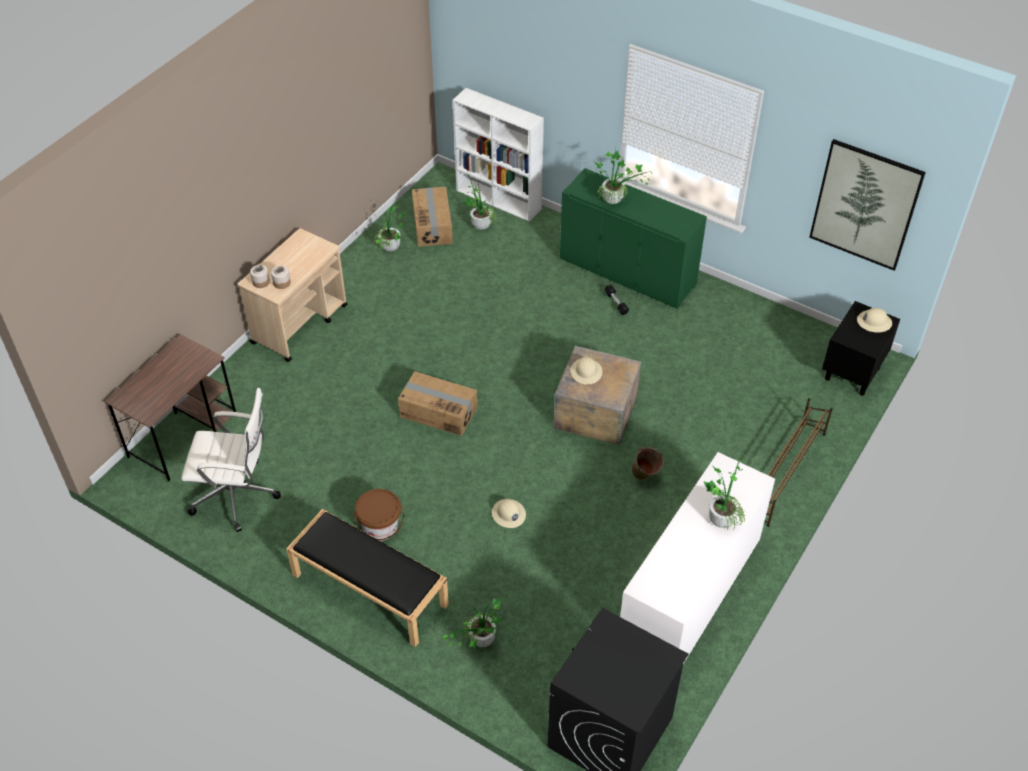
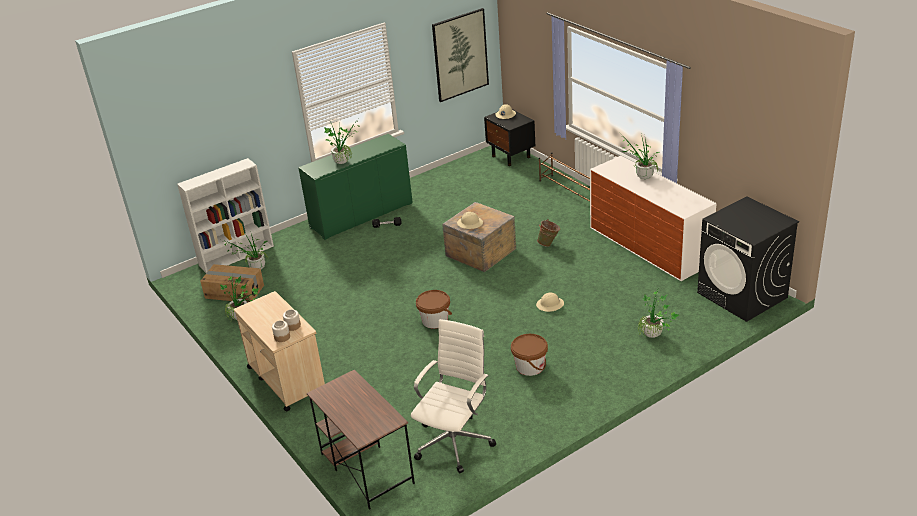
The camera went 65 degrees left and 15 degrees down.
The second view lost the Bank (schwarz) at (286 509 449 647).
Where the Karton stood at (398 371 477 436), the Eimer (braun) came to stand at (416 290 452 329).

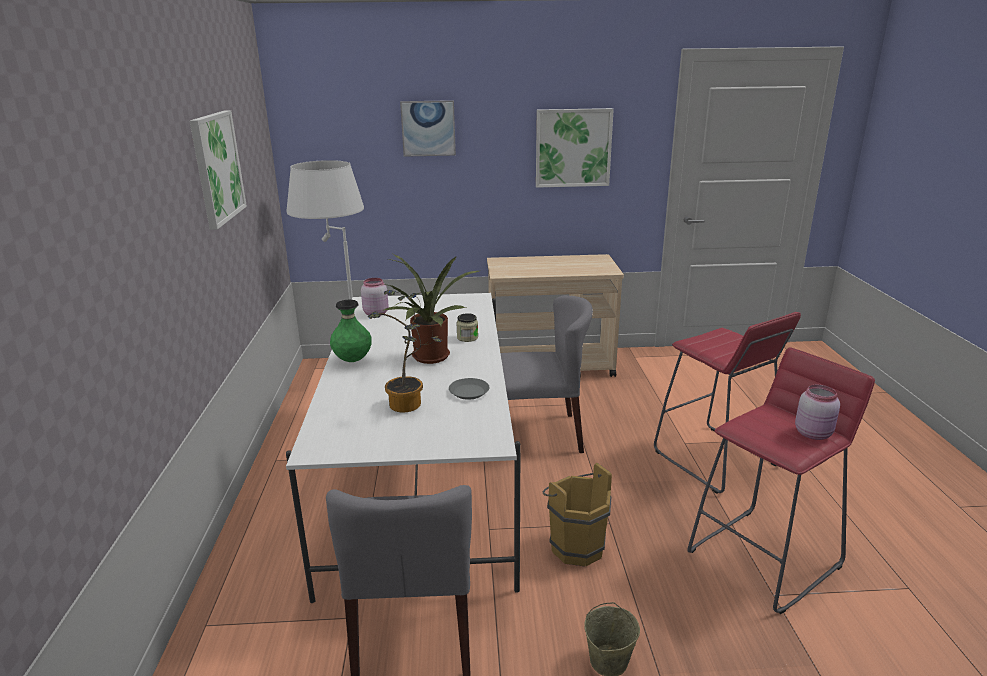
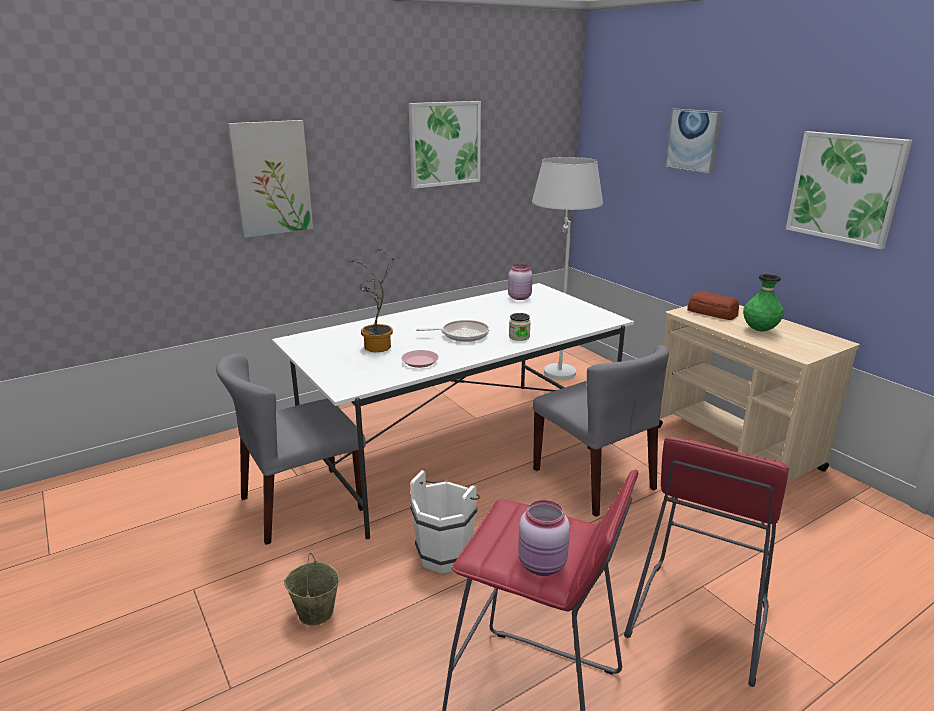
The camera went 60 degrees right and 0 degrees up.
The second view gained the Bild at (227 120 313 238).
The second view gained the Brot at (687 291 739 320).
The Vase (grün) ended up elsewhere, having gone from (330 300 371 362) to (743 274 784 331).
Where the Topfpflanze stood at (382 254 479 364), the Pfanne came to stand at (416 320 489 342).
What was the Teller (grau) at (449 378 489 400) turned into the Teller (rosa) at (401 350 439 368).
What was the Eimer (braun) at (543 463 612 566) turned into the Eimer (weiß) at (410 470 480 574).

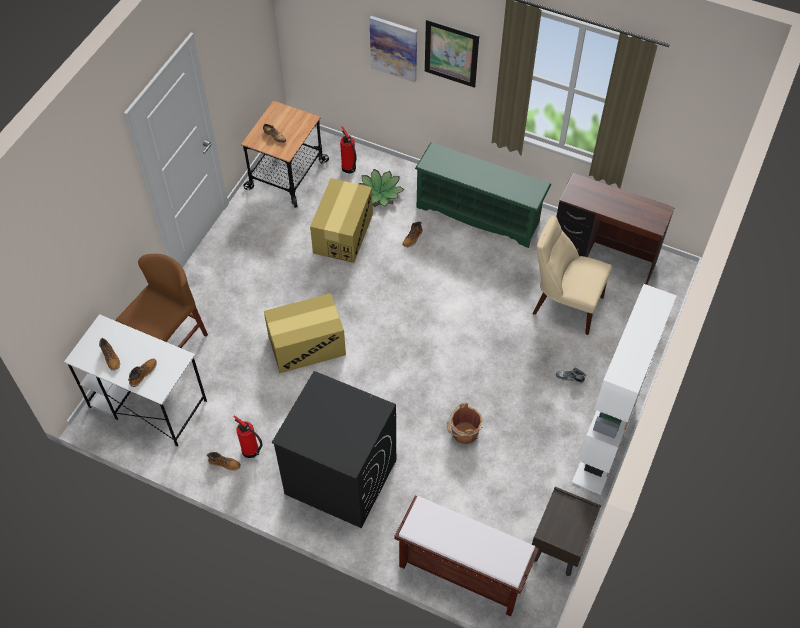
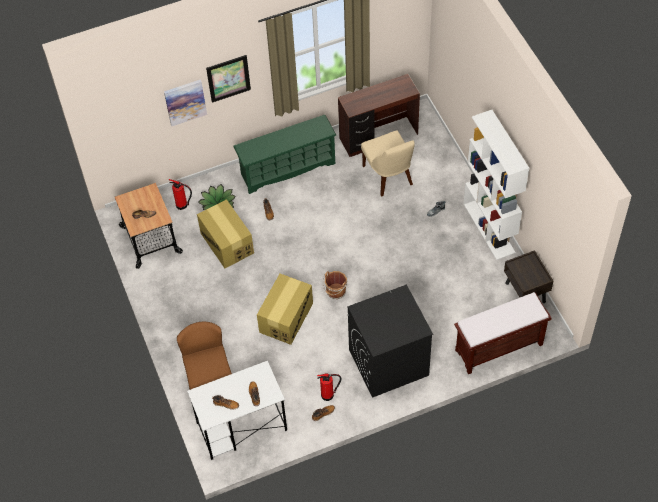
The camera went 45 degrees left and 0 degrees up.
The Eimer (braun) ended up elsewhere, having gone from (447 403 482 445) to (323 271 347 299).
The Stuhl (beige) at (532 216 612 335) ended up facing another way, 90 degrees counterclockwise from before.

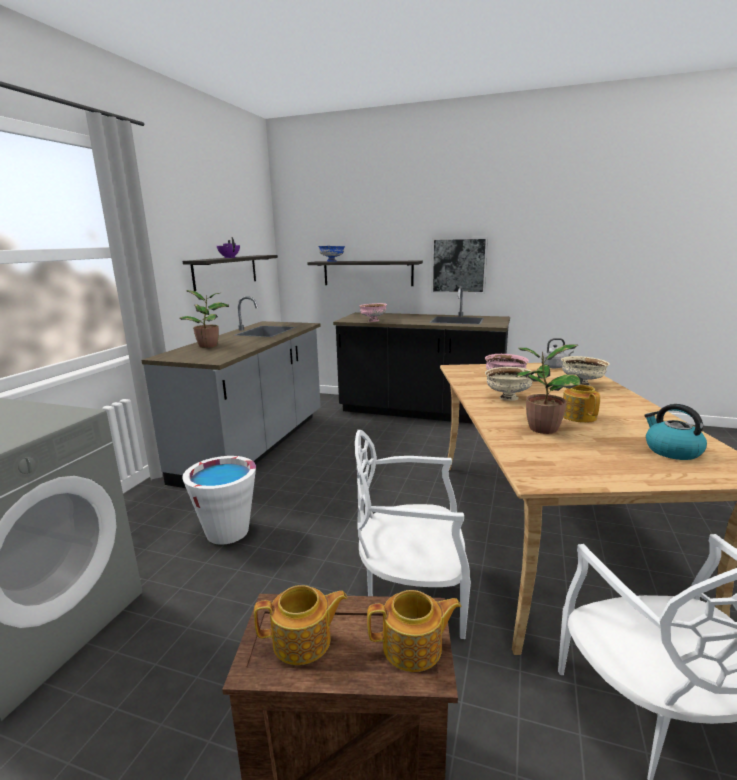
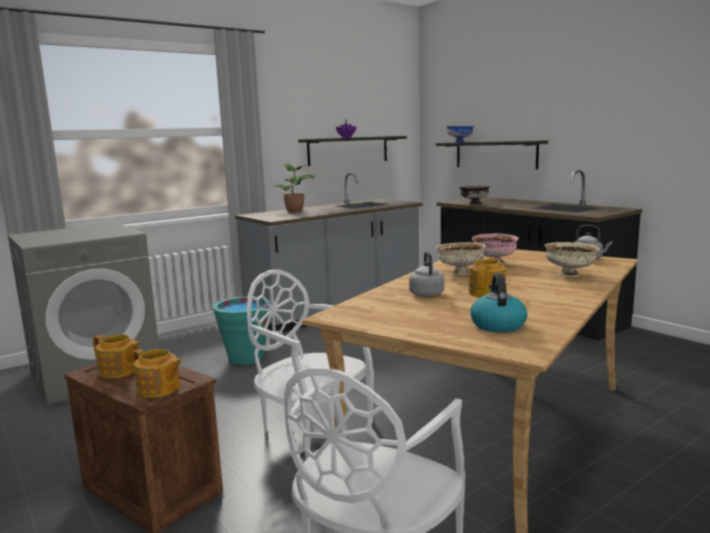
The camera went 35 degrees right and 5 degrees down.
The second view lost the Bild at (431 237 488 294).
Where the Topfpflanze stood at (515 344 584 434), the Wasserkessel (grau) came to stand at (409 251 444 297).
What was the Eimer (weiß) at (182 456 256 545) turned into the Eimer (türkis) at (212 296 271 365).
What was the Schüssel (rosa) at (359 303 387 322) turned into the Schüssel (schwarz) at (459 186 490 204).

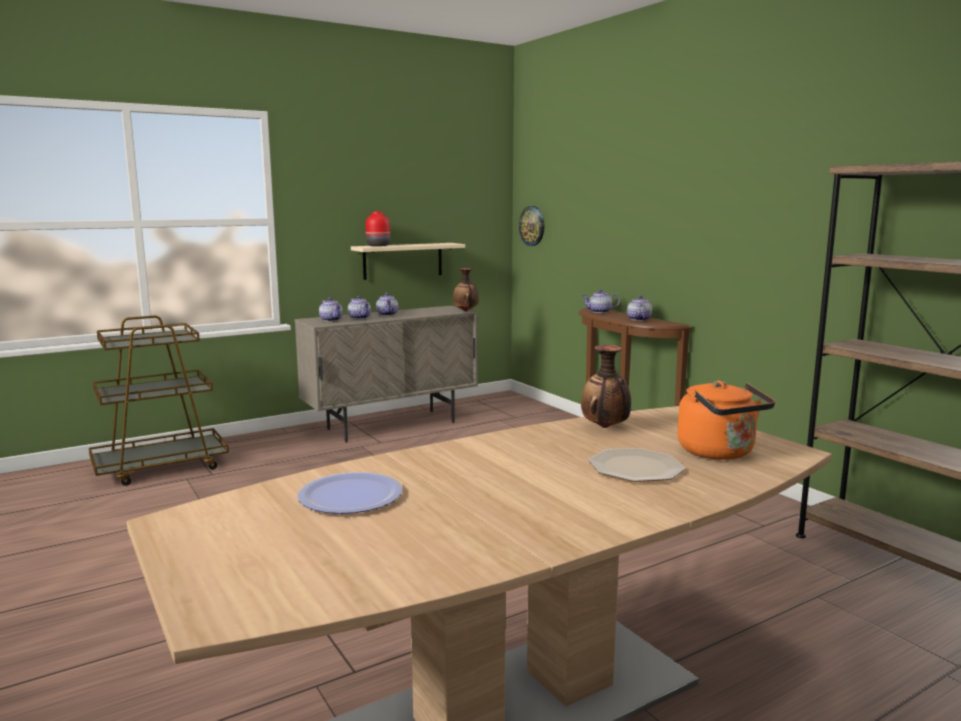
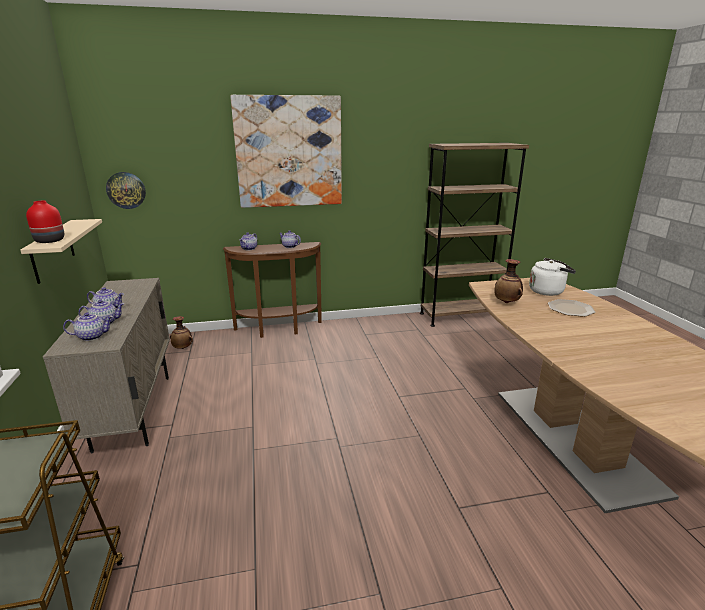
The camera went 70 degrees left and 10 degrees up.
The second view lost the Teller at (297 472 402 514).
The second view gained the Bild at (230 95 342 208).
The Vase ended up elsewhere, having gone from (453 268 479 311) to (170 316 193 349).
What was the Wasserkessel (orange) at (677 381 775 460) turned into the Wasserkessel (weiß) at (529 258 576 296).

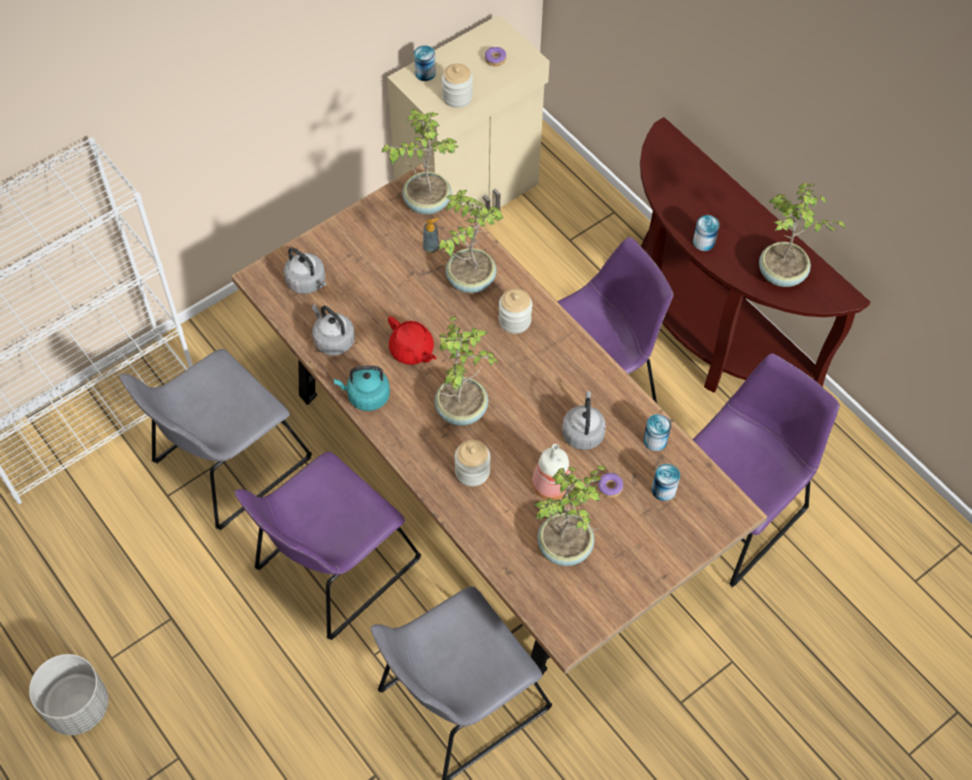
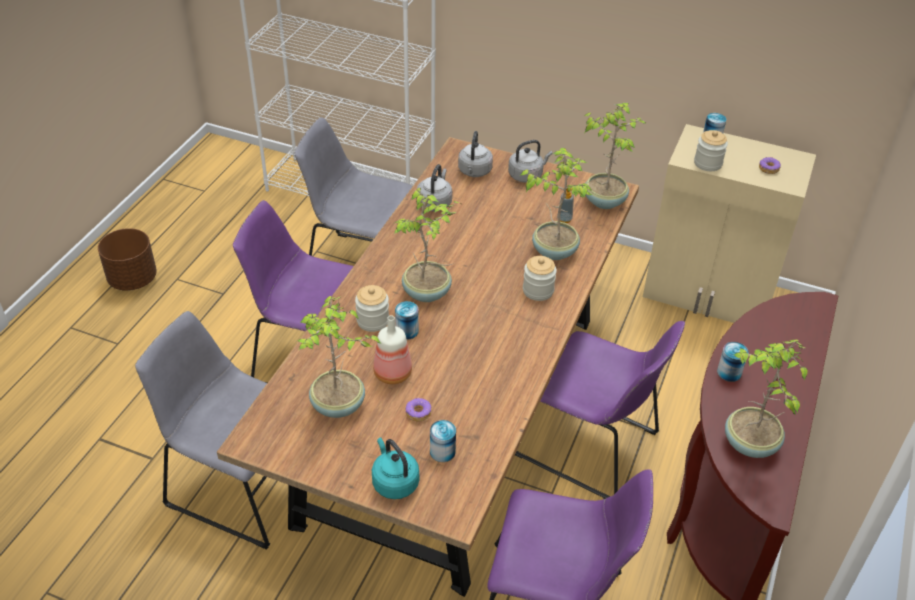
The camera went 60 degrees right and 15 degrees down.
The second view lost the Teekanne (rot) at (388 316 437 365).
The Wasserkessel (türkis) ended up elsewhere, having gone from (334 366 390 411) to (372 437 419 499).
The Wasserkessel (grau) ended up elsewhere, having gone from (562 391 606 450) to (508 140 553 183).
The Dose ended up elsewhere, having gone from (643 414 671 451) to (395 301 419 340).
What was the Pflanzkübel (grau) at (29 654 108 735) turned into the Pflanzkübel (braun) at (98 228 157 291).

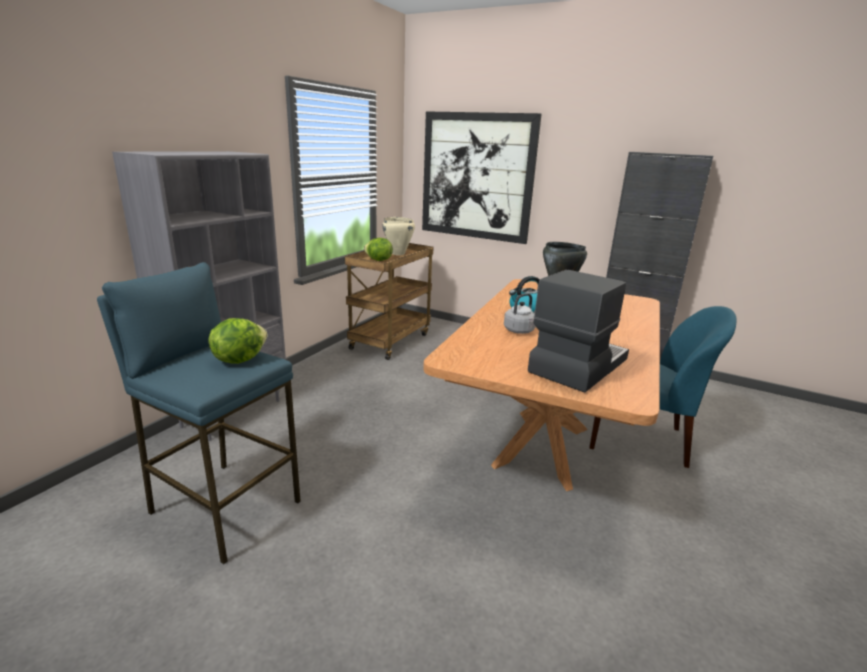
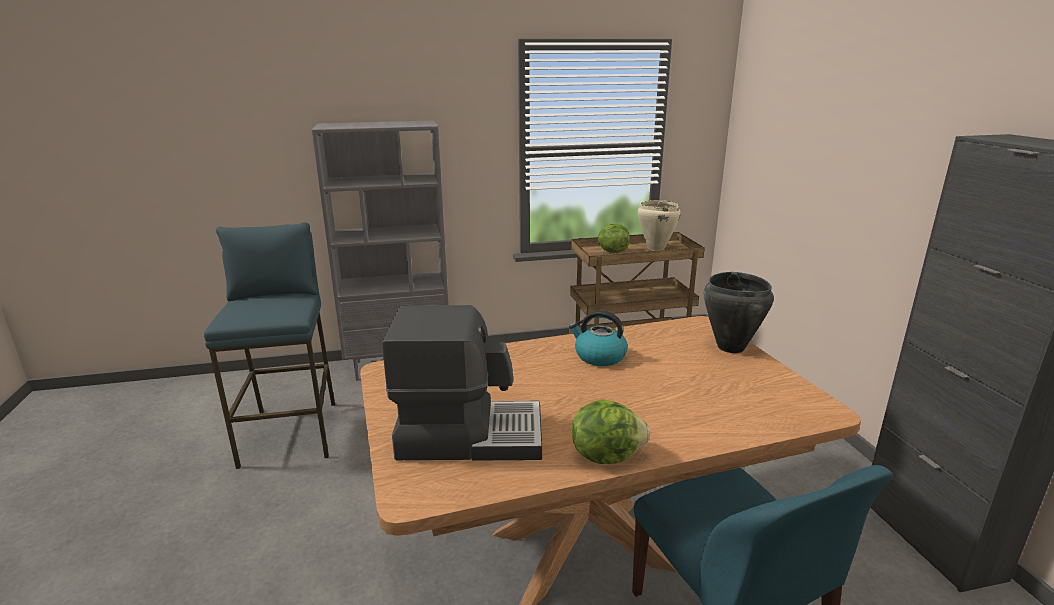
The camera went 50 degrees right and 0 degrees up.
The second view lost the Bild at (422 111 542 244).
The second view lost the Wasserkessel (grau) at (504 293 536 334).
The Salatkopf ended up elsewhere, having gone from (208 318 268 364) to (572 399 650 464).

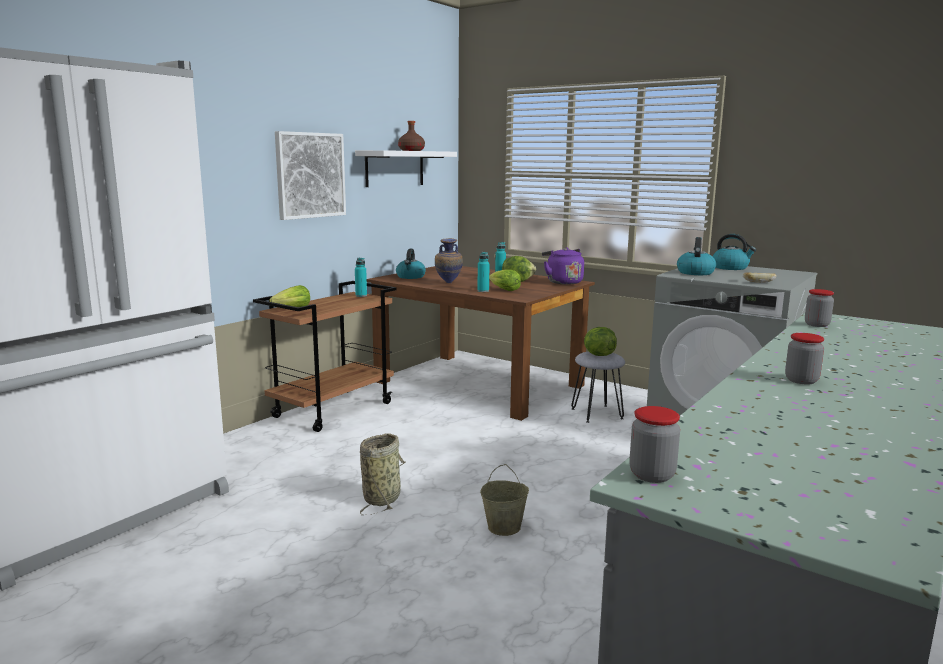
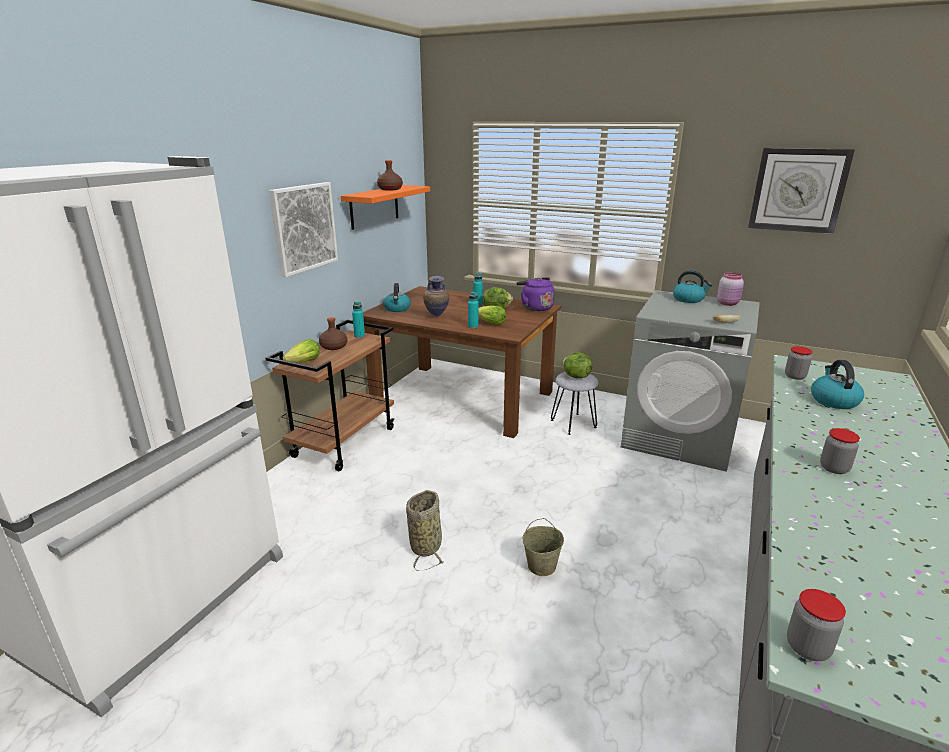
The camera went 10 degrees left and 10 degrees up.
The second view gained the Flasche (braun) at (319 317 348 350).
The second view gained the Vorratsglas (rosa) at (717 272 744 306).
The second view gained the Wanduhr at (748 148 855 234).
The Wasserkessel ended up elsewhere, having gone from (677 237 716 275) to (811 360 864 409).
What was the Wandregal (weiß) at (355 150 457 187) turned into the Wandregal (orange) at (341 185 430 230).

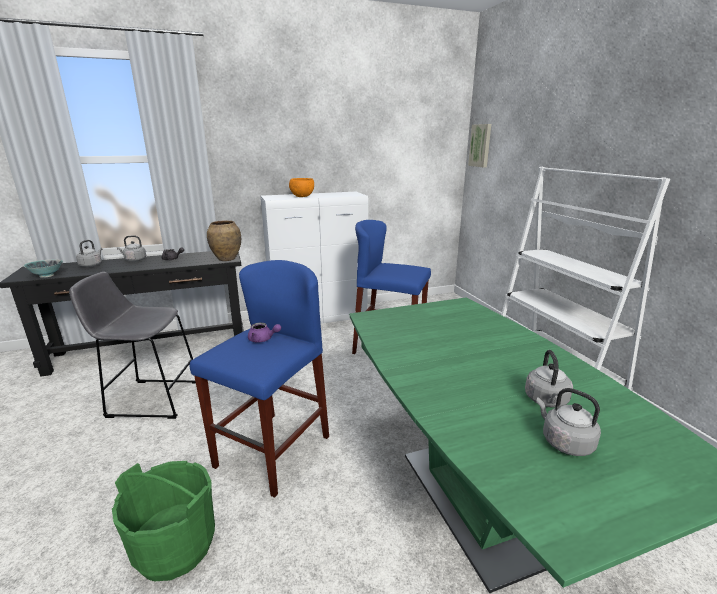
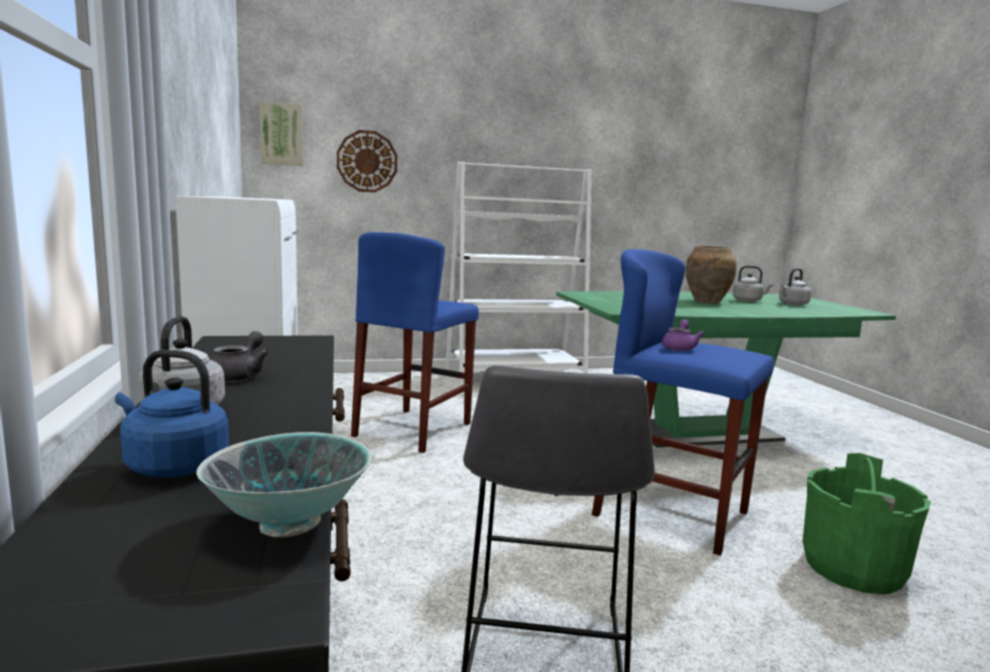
The camera went 85 degrees left and 10 degrees down.
The second view lost the Schüssel (orange) at (289 178 314 197).
The second view gained the Wanduhr at (337 130 397 192).
The Vase (braun) ended up elsewhere, having gone from (207 220 241 261) to (686 246 737 304).
What was the Wasserkessel (grau) at (76 240 102 267) turned into the Wasserkessel (blau) at (115 350 229 478).

